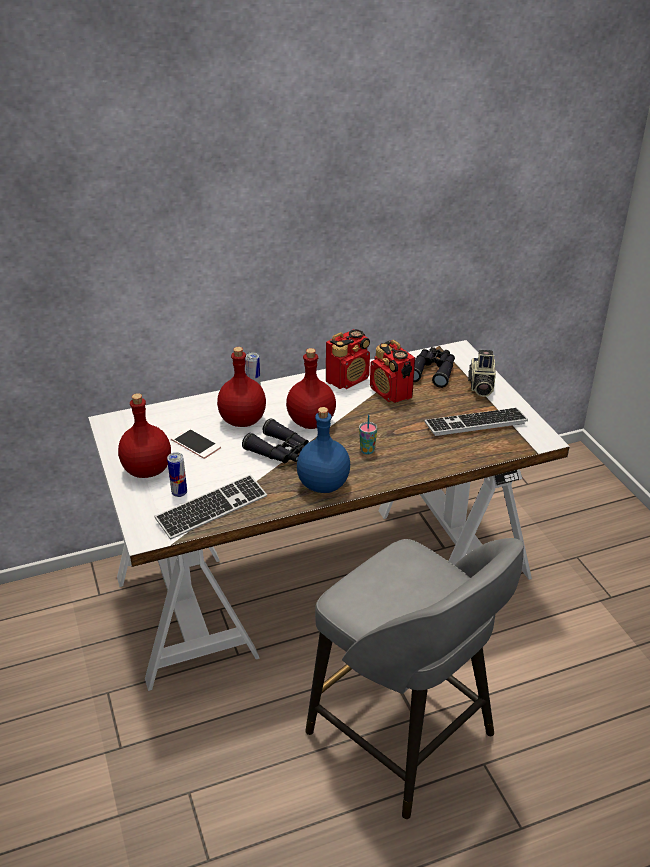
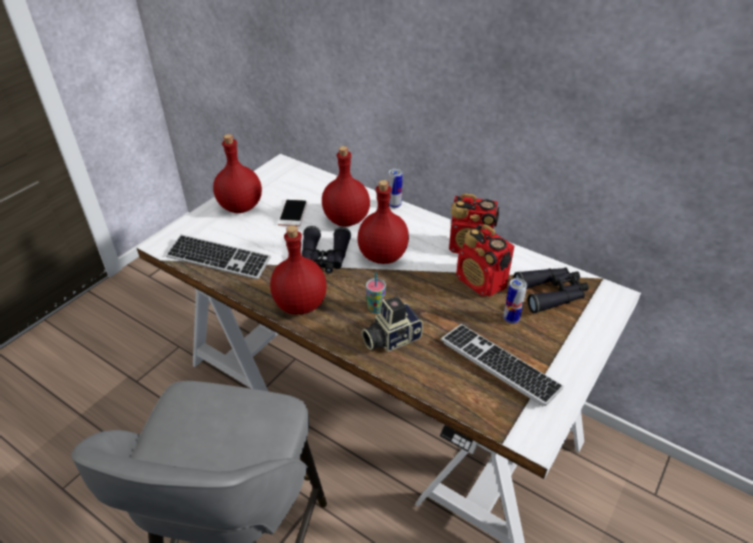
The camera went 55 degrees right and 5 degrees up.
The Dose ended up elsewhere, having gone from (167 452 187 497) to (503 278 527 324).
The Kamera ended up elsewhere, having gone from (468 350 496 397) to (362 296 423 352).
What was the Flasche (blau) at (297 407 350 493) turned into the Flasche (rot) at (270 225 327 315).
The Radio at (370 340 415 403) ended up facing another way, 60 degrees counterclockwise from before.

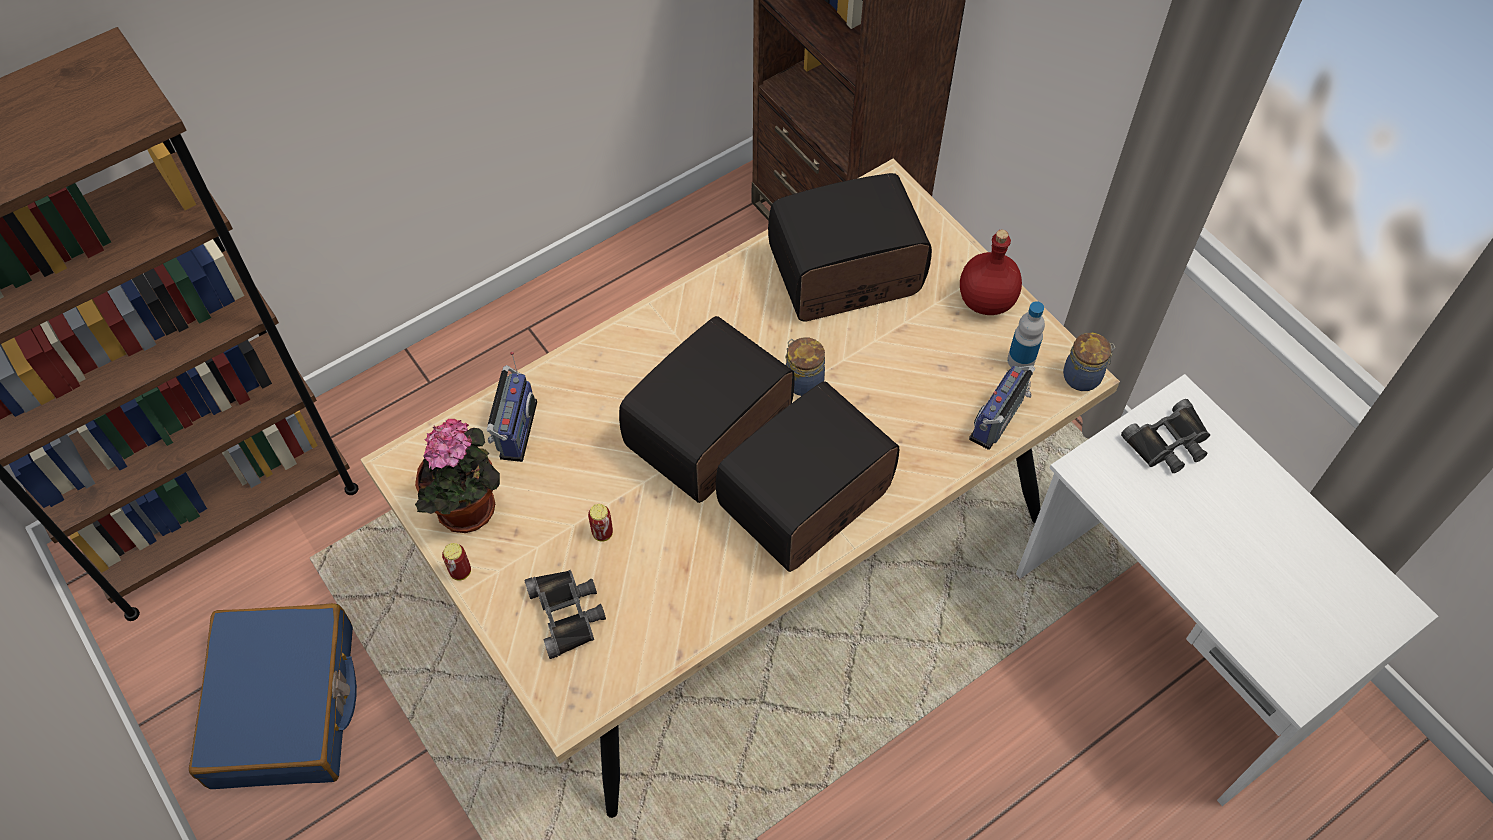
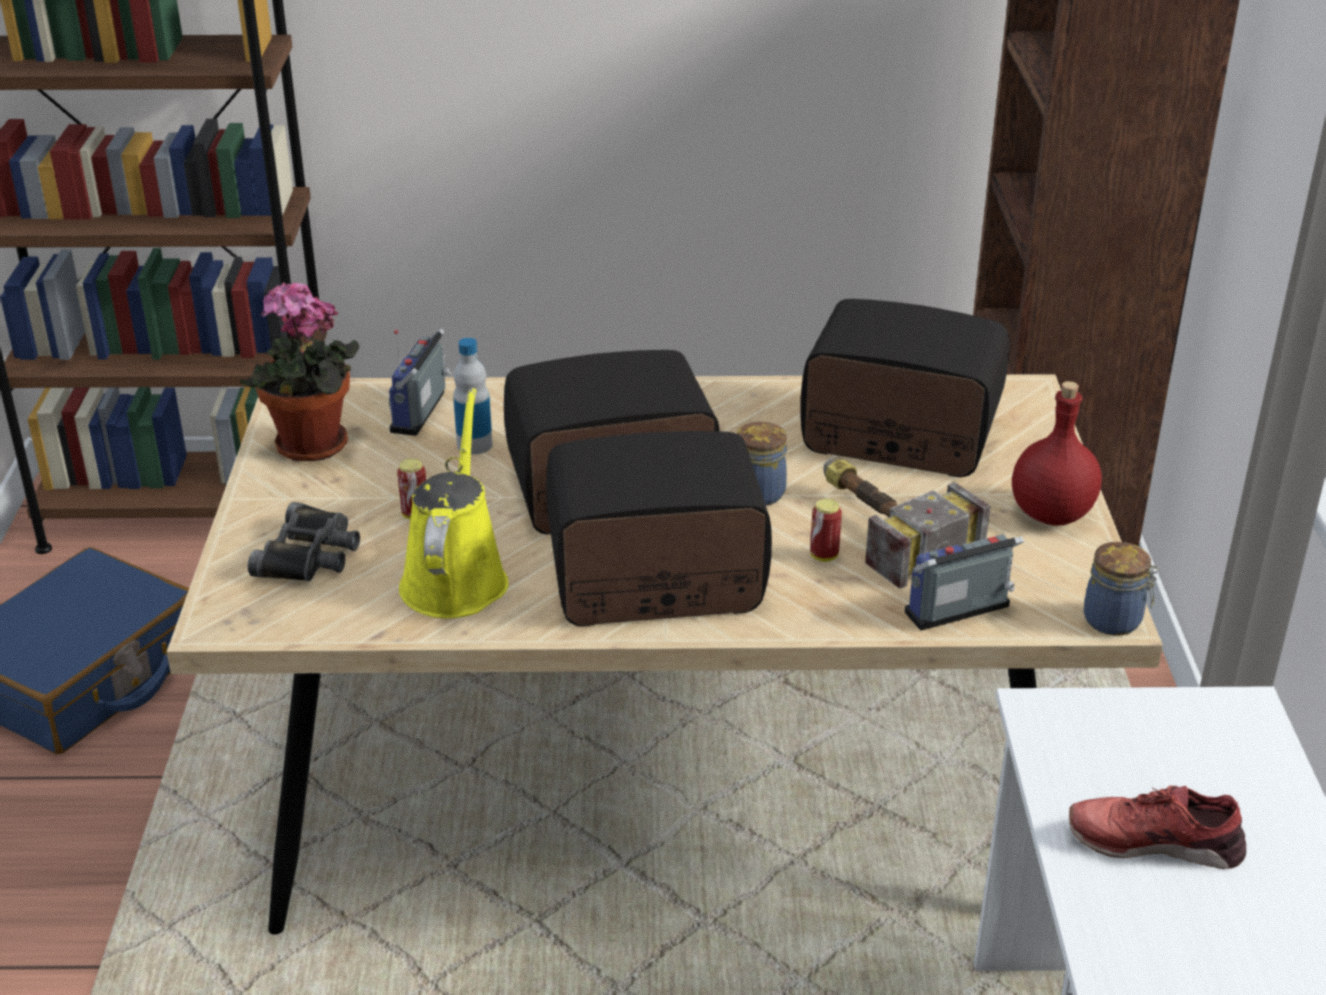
The camera went 35 degrees right and 25 degrees down.
The second view lost the Fernglas (schwarz) at (1121 399 1210 473).
The second view gained the Gießkanne (gelb) at (399 388 509 618).
The second view gained the Hammer at (823 459 991 589).
The second view gained the Schuh (rot) at (1069 786 1246 869).
The Dose ended up elsewhere, having gone from (442 543 471 581) to (810 499 842 562).
The Flasche ended up elsewhere, having gone from (1007 301 1045 372) to (453 338 493 455).
The Radio at (487 351 537 462) ended up facing another way, 150 degrees clockwise from before.

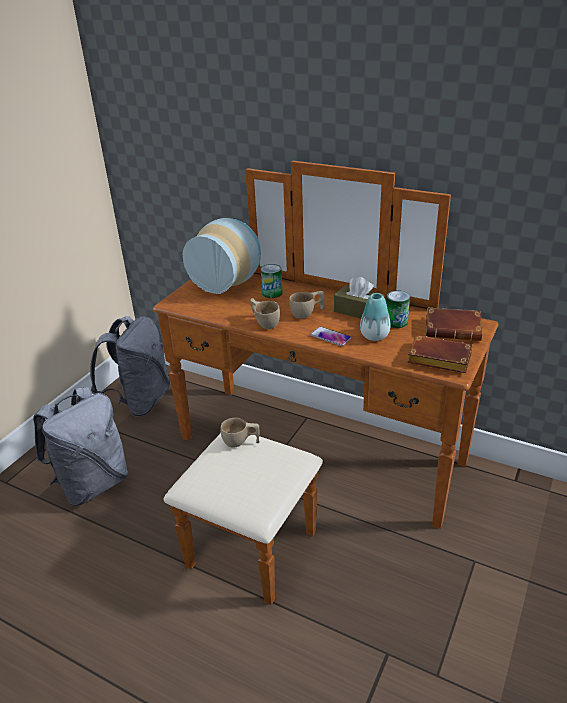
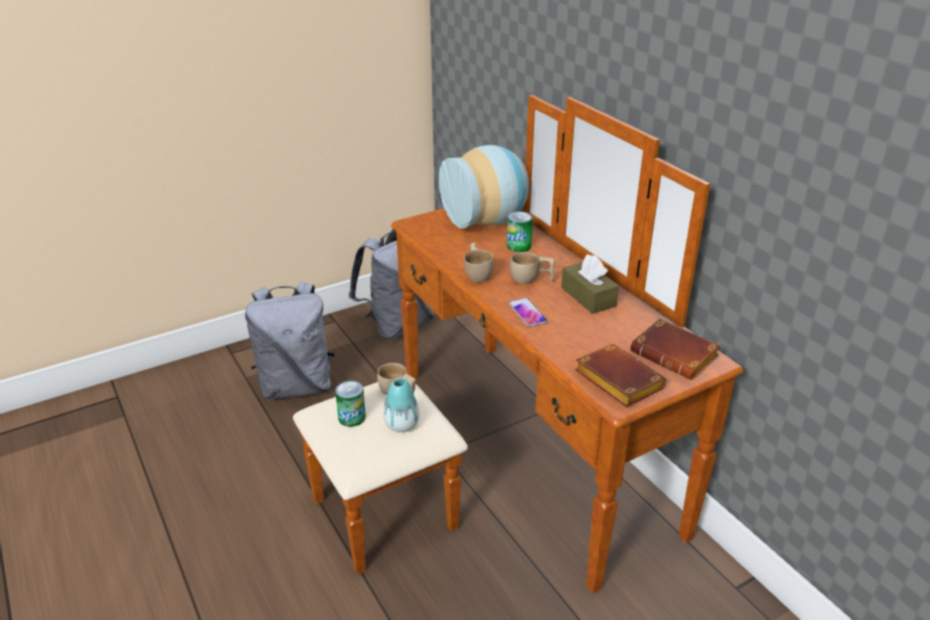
The camera went 30 degrees right and 0 degrees up.
The Vase ended up elsewhere, having gone from (360 293 390 341) to (383 377 419 432).
The Dose ended up elsewhere, having gone from (386 291 410 328) to (335 380 366 427).

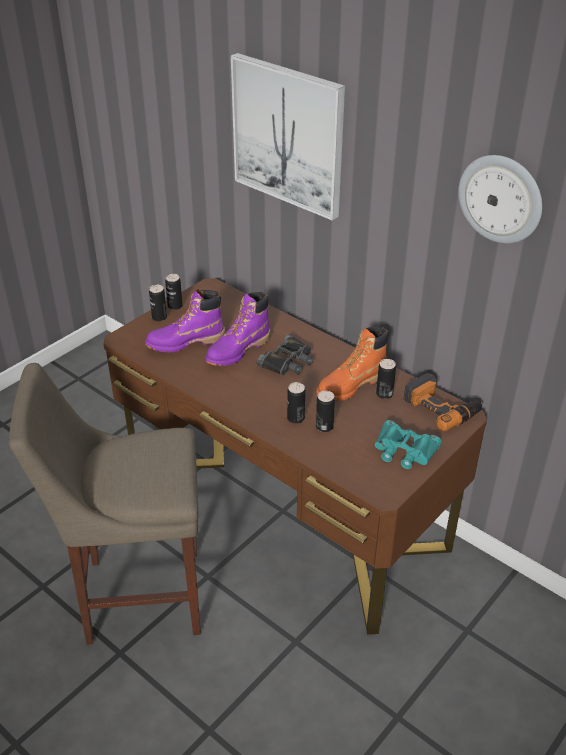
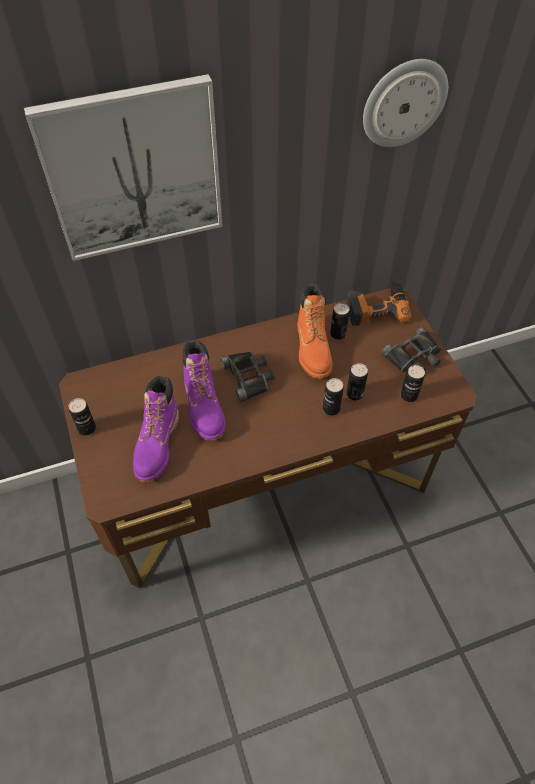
The camera went 60 degrees left and 15 degrees up.
The second view lost the Hocker (beige) at (9 363 201 645).
The Dose ended up elsewhere, having gone from (149 285 167 321) to (401 365 425 402).
What was the Fernglas (türkis) at (375 420 442 469) turned into the Fernglas (schwarz) at (381 327 441 372).

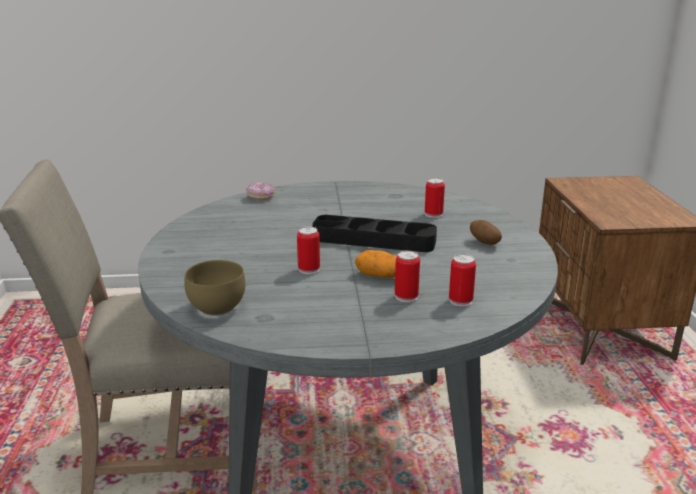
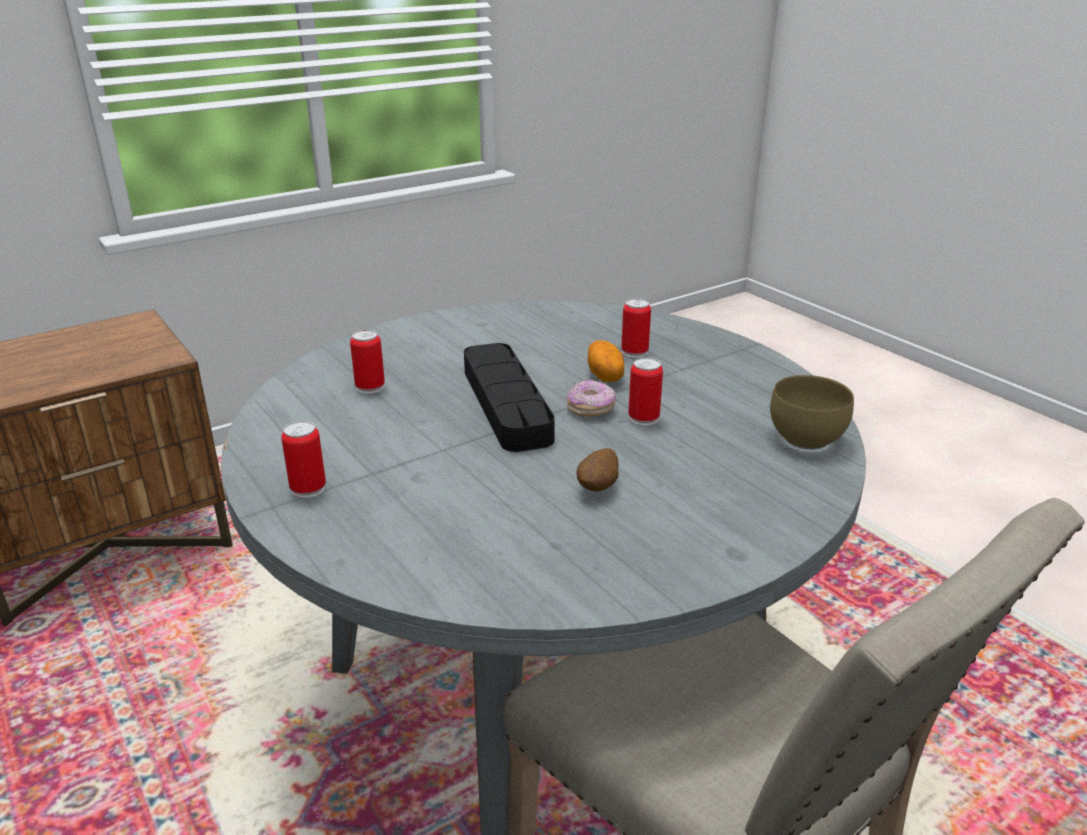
The camera went 120 degrees left and 5 degrees up.
The Donut ended up elsewhere, having gone from (246 182 275 200) to (567 380 616 417).
The Dose ended up elsewhere, having gone from (449 254 476 307) to (281 421 326 498).
The Kartoffel ended up elsewhere, having gone from (470 220 502 245) to (576 448 619 492).

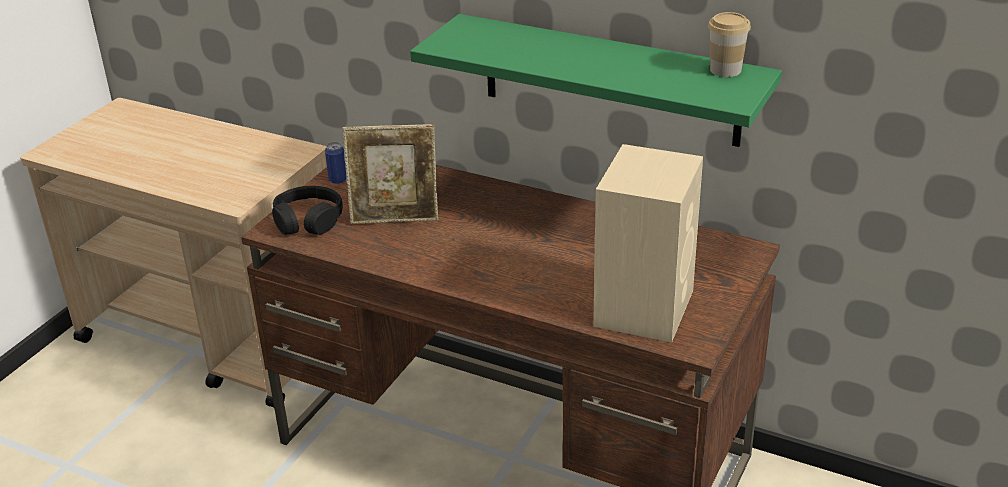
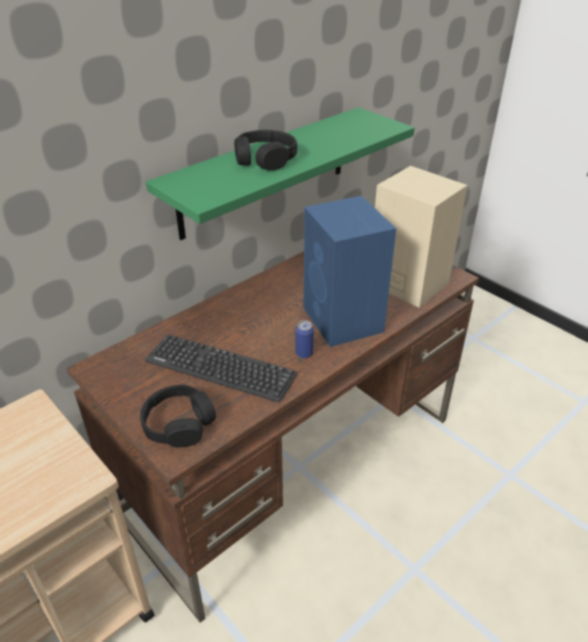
The camera went 70 degrees left and 5 degrees up.
The second view lost the Tasse at (708 12 751 77).
The second view gained the Kopfhörer (schwarz) at (234 130 297 170).
The second view gained the Lautsprecher (blau) at (303 196 396 347).
The Dose ended up elsewhere, having gone from (325 142 347 184) to (296 320 314 359).
Where the Bilderrahmen stood at (342 124 438 224), the Tastatur came to stand at (145 334 297 403).

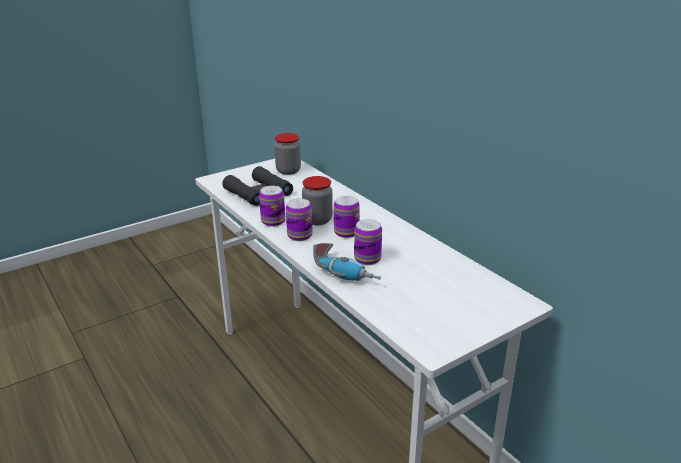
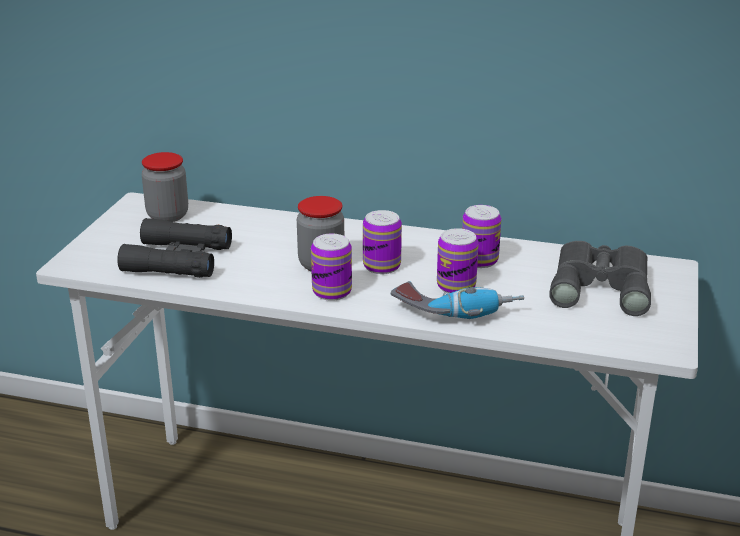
The camera went 40 degrees left and 0 degrees up.
The second view gained the Fernglas (grau) at (549 241 651 316).
The Dose ended up elsewhere, having gone from (259 186 285 227) to (462 205 501 268).

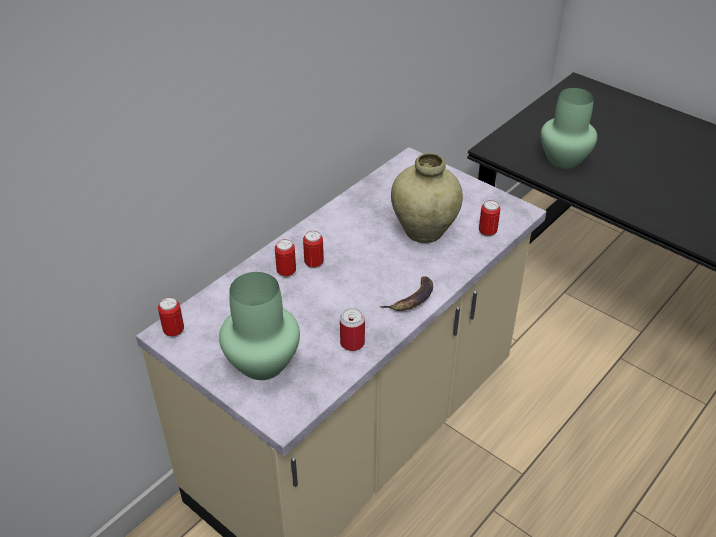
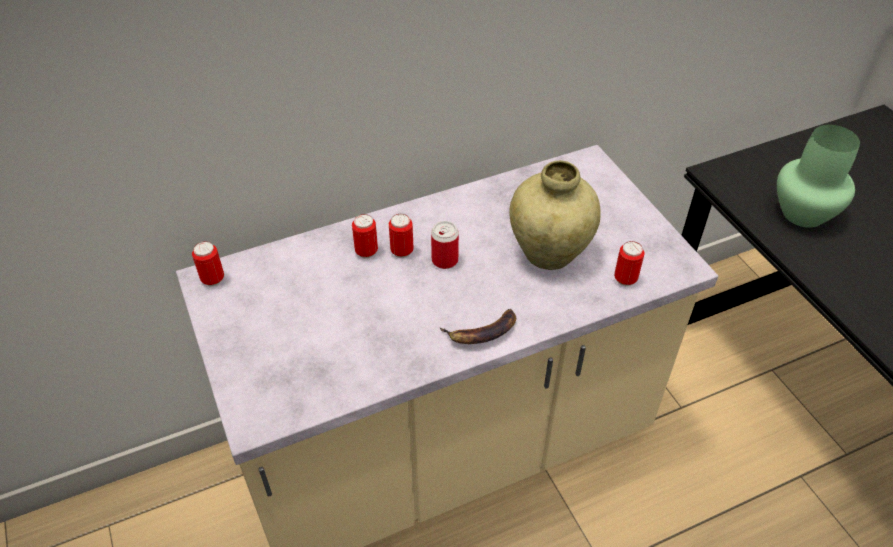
The camera went 25 degrees right and 5 degrees up.
The second view lost the Vase (grün) at (219 272 300 380).
The Dose ended up elsewhere, having gone from (340 307 365 351) to (431 221 459 269).

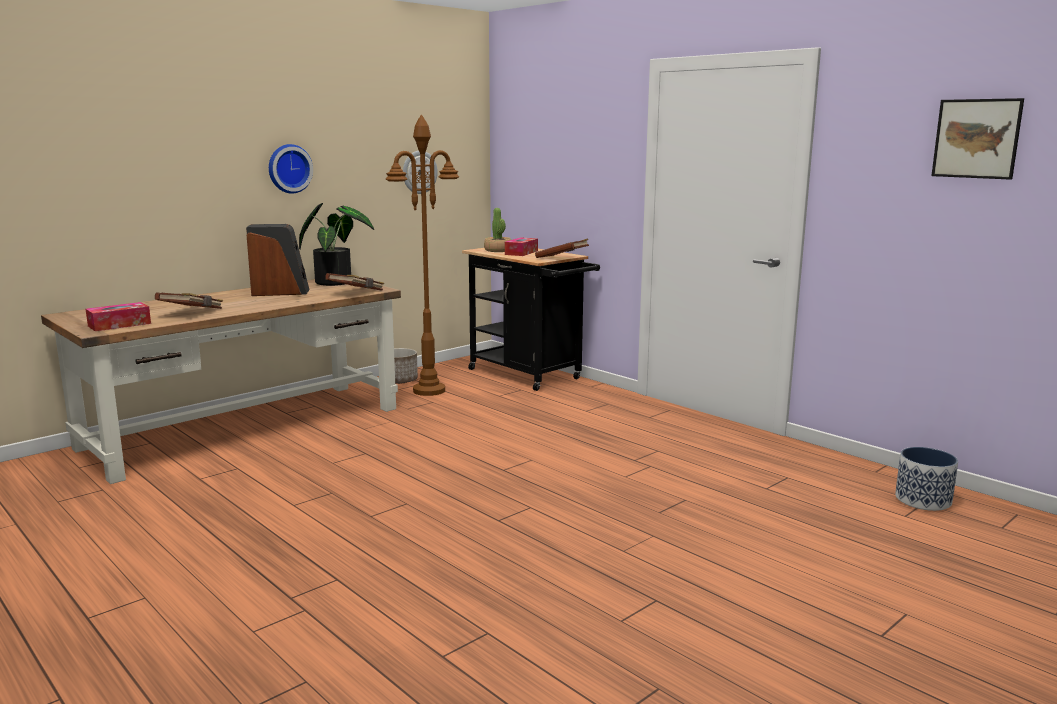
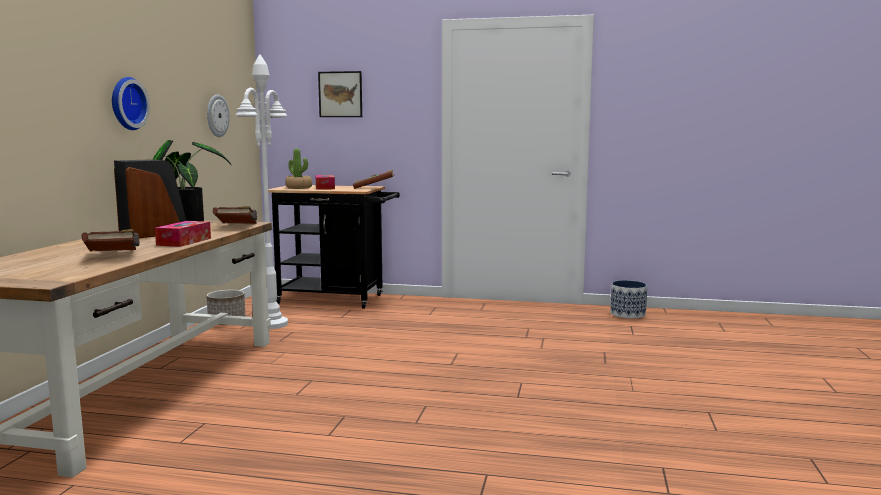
The camera went 35 degrees left and 5 degrees down.
The Taschentuchbox ended up elsewhere, having gone from (86 302 151 331) to (155 221 211 247).
The Pflanzkübel ended up elsewhere, having gone from (895 447 958 511) to (610 280 647 319).
The Bild ended up elsewhere, having gone from (931 98 1024 180) to (318 71 362 117).
What was the Stehlampe (braun) at (386 114 459 396) turned into the Stehlampe (weiß) at (236 54 288 329).

